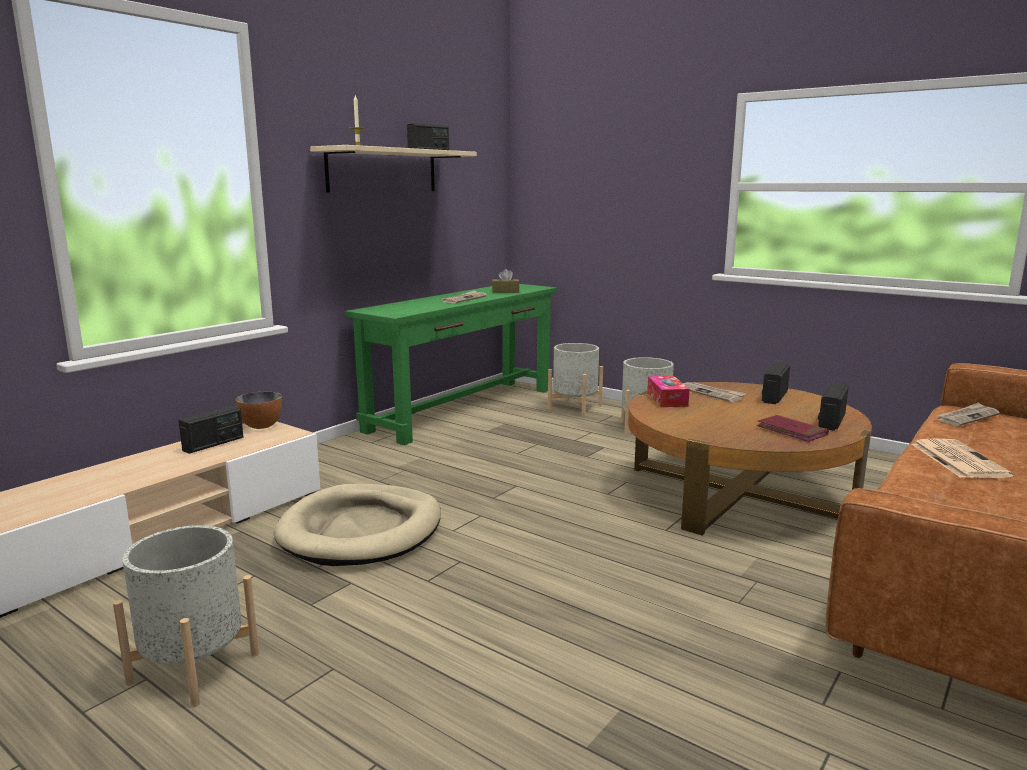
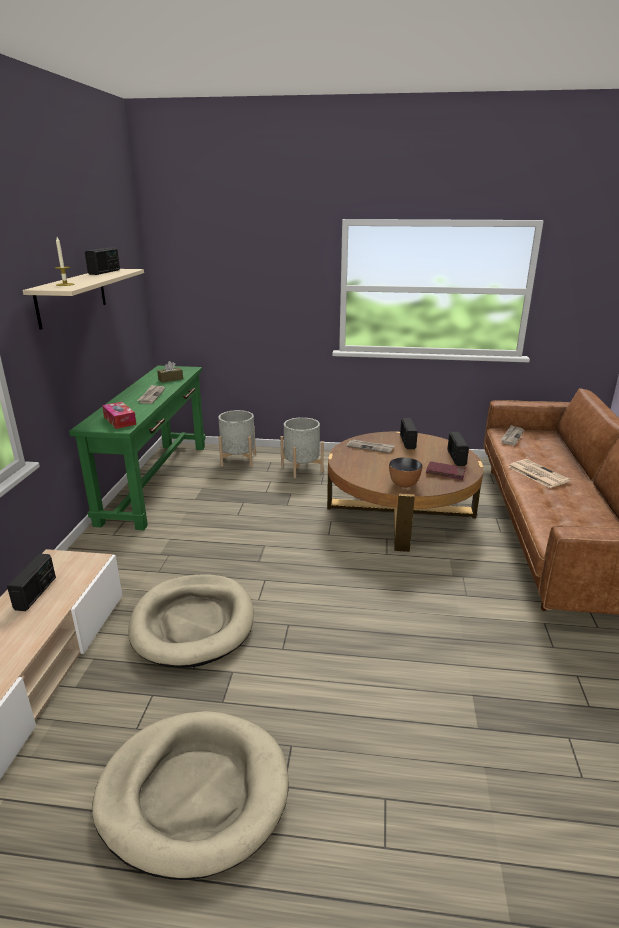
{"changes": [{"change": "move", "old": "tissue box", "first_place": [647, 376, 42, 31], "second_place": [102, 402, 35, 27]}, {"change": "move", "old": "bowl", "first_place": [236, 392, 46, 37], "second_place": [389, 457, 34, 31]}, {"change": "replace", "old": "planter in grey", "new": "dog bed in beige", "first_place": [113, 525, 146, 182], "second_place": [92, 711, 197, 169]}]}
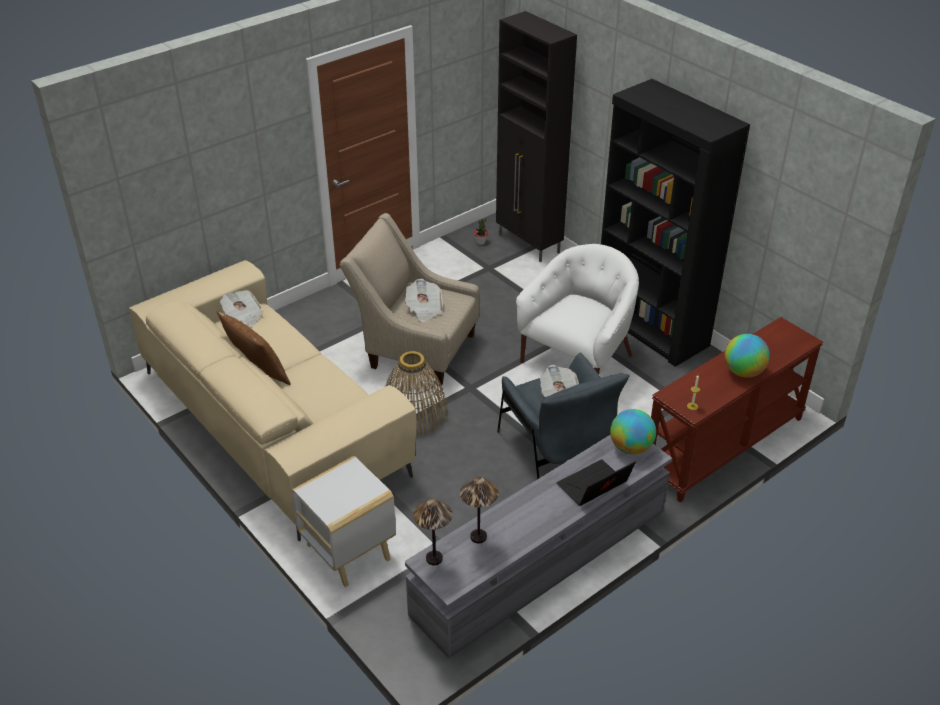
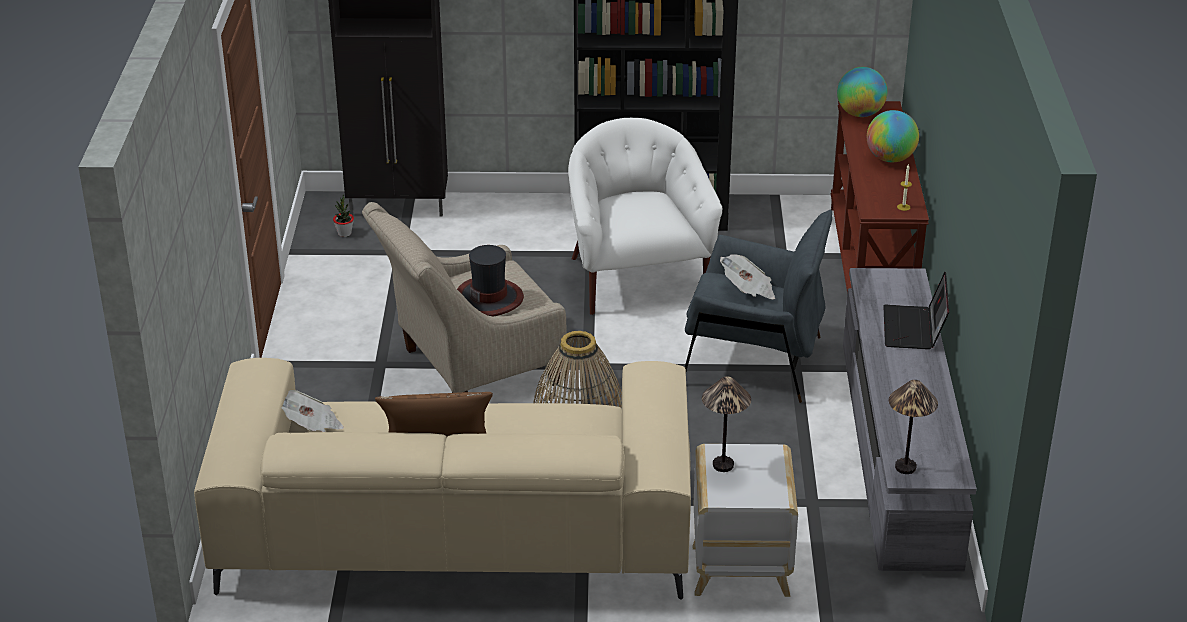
{"changes": [{"change": "replace", "old": "newspaper", "new": "hat", "first_place": [405, 279, 38, 43], "second_place": [457, 245, 67, 72]}, {"change": "move", "old": "globe", "first_place": [610, 409, 46, 45], "second_place": [837, 67, 51, 50]}, {"change": "move", "old": "table lamp", "first_place": [460, 477, 38, 67], "second_place": [702, 377, 49, 95]}]}
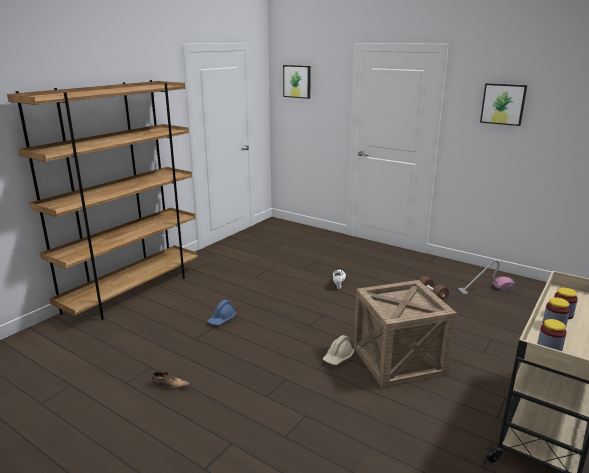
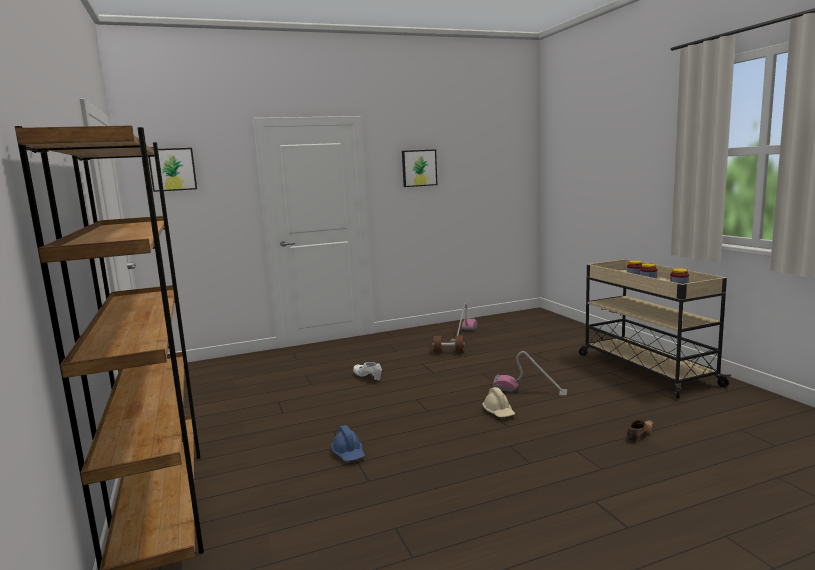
{"changes": [{"change": "replace", "old": "crate", "new": "vacuum cleaner", "first_place": [353, 280, 104, 109], "second_place": [493, 351, 74, 45]}, {"change": "move", "old": "shoe", "first_place": [152, 372, 38, 18], "second_place": [627, 420, 27, 22]}]}
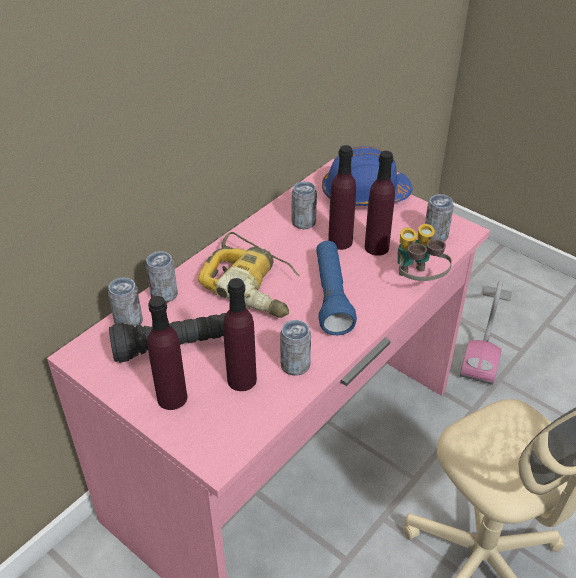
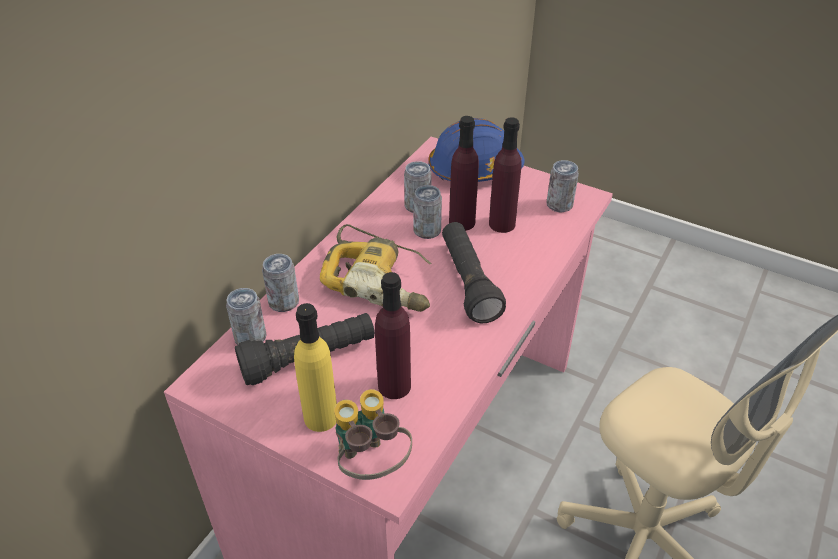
{"changes": [{"change": "move", "old": "binoculars", "first_place": [397, 224, 55, 57], "second_place": [334, 389, 78, 91]}, {"change": "recolor", "old": "flashlight in blue", "new": "flashlight in black", "first_place": [316, 241, 41, 94], "second_place": [442, 222, 64, 102]}, {"change": "delete", "old": "vacuum cleaner", "first_place": [460, 281, 52, 104]}, {"change": "recolor", "old": "bottle in purple", "new": "bottle in yellow", "first_place": [148, 296, 39, 114], "second_place": [294, 303, 43, 129]}, {"change": "move", "old": "can", "first_place": [280, 320, 31, 56], "second_place": [413, 185, 29, 54]}]}
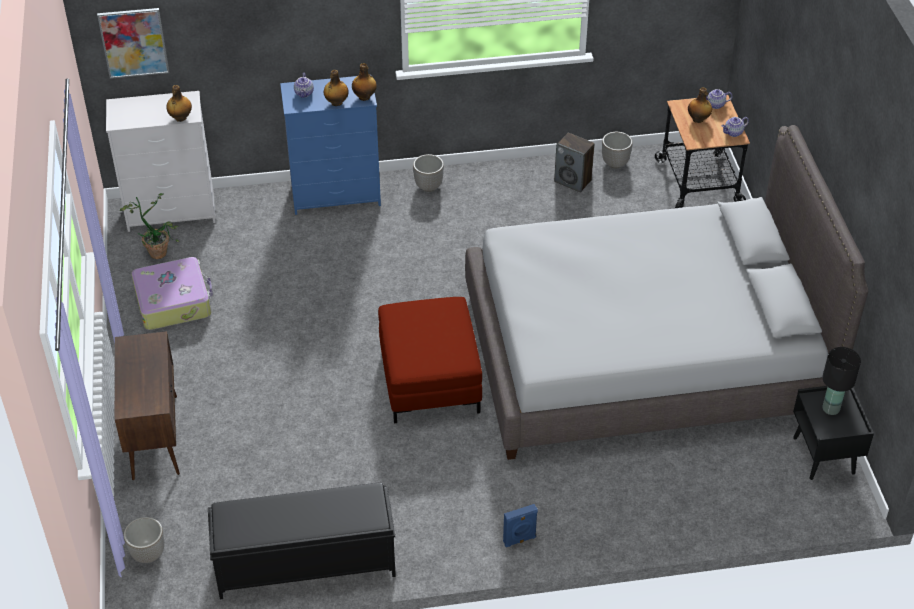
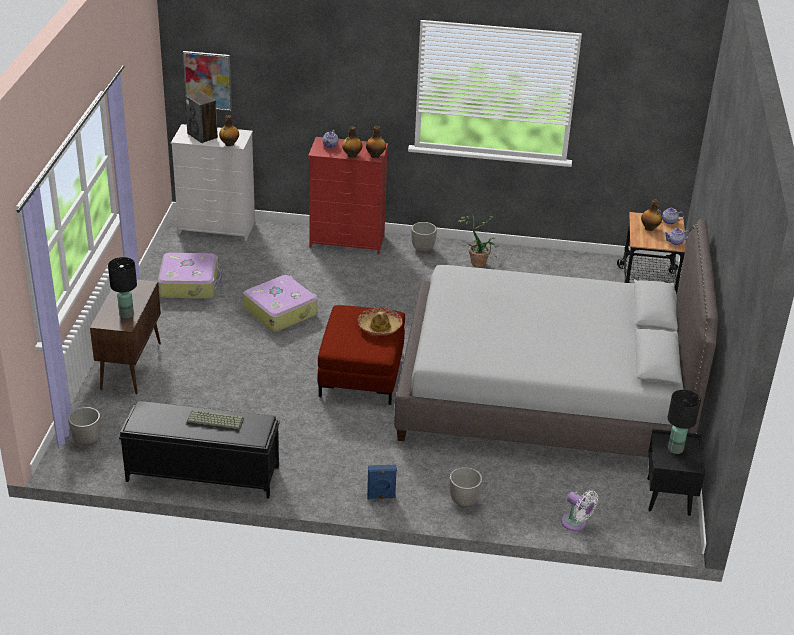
{"changes": [{"change": "recolor", "old": "dresser in blue", "new": "dresser in red", "first_place": [280, 76, 101, 139], "second_place": [308, 137, 80, 117]}, {"change": "move", "old": "planter", "first_place": [602, 132, 31, 37], "second_place": [450, 467, 33, 40]}, {"change": "move", "old": "speaker", "first_place": [554, 133, 41, 60], "second_place": [185, 91, 33, 52]}, {"change": "move", "old": "potted plant", "first_place": [120, 193, 59, 66], "second_place": [458, 215, 41, 53]}, {"change": "insert", "new": "table lamp in black", "second_place": [108, 257, 29, 62]}, {"change": "insert", "new": "suitcase", "second_place": [243, 275, 75, 57]}, {"change": "insert", "new": "hat", "second_place": [358, 307, 44, 28]}, {"change": "insert", "new": "keyboard", "second_place": [186, 410, 58, 21]}, {"change": "insert", "new": "fan in white", "second_place": [561, 490, 37, 41]}]}
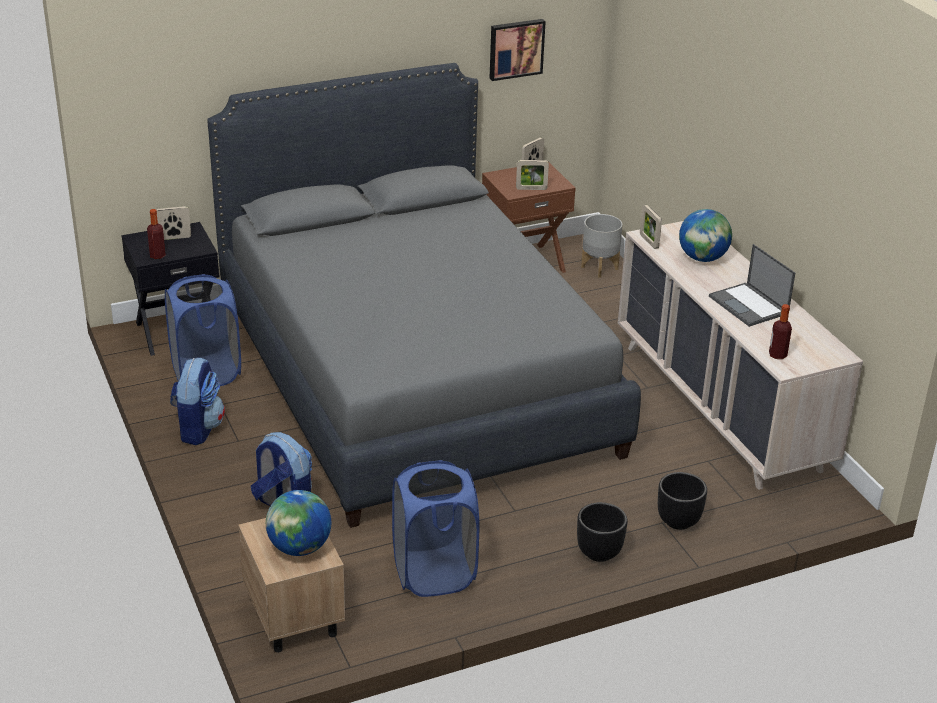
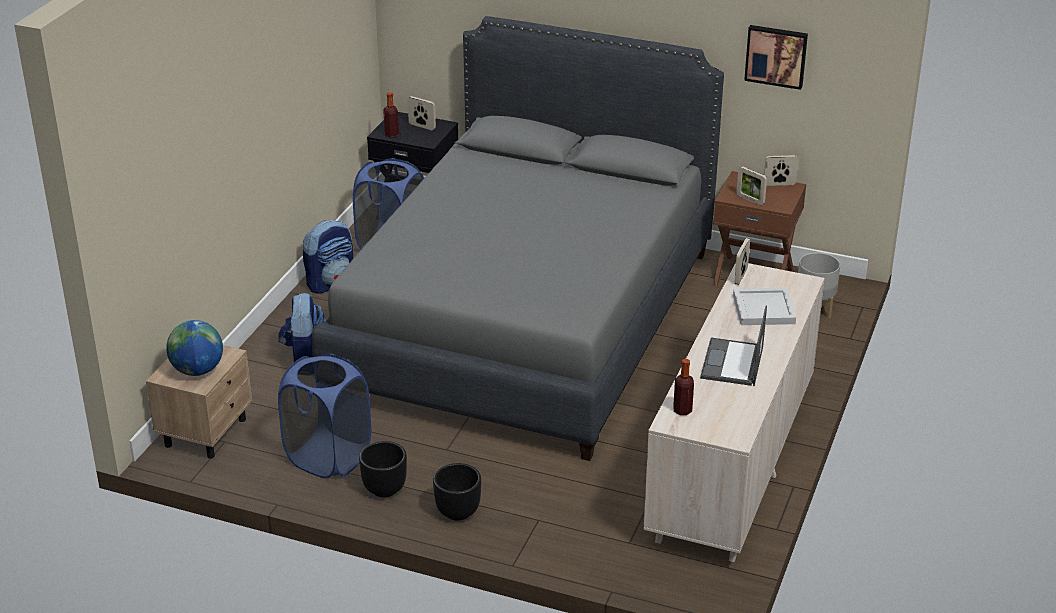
{"changes": [{"change": "replace", "old": "globe", "new": "tray in white", "first_place": [679, 209, 53, 53], "second_place": [733, 288, 63, 37]}, {"change": "move", "old": "planter in black", "first_place": [658, 472, 49, 58], "second_place": [359, 441, 48, 56]}]}
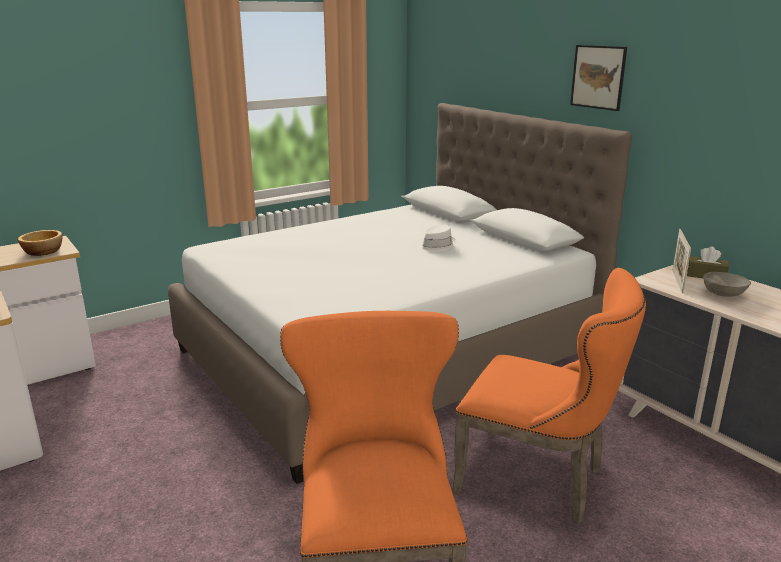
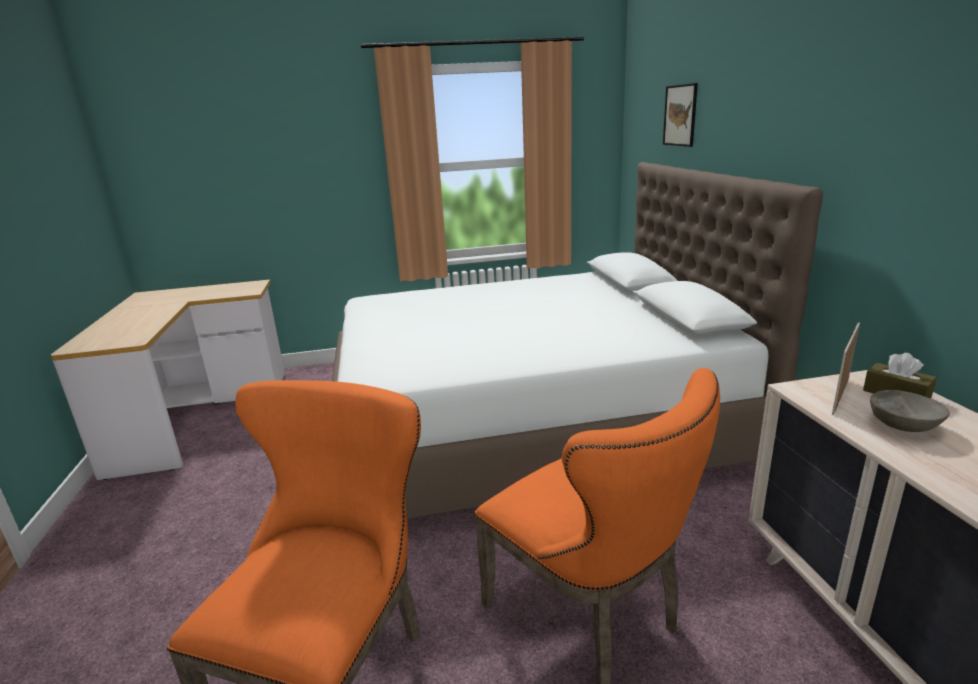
{"changes": [{"change": "move", "old": "picture", "first_place": [570, 45, 57, 66], "second_place": [663, 83, 35, 64]}, {"change": "delete", "old": "hat in white", "first_place": [418, 225, 38, 28]}, {"change": "delete", "old": "bowl", "first_place": [18, 230, 44, 26]}]}
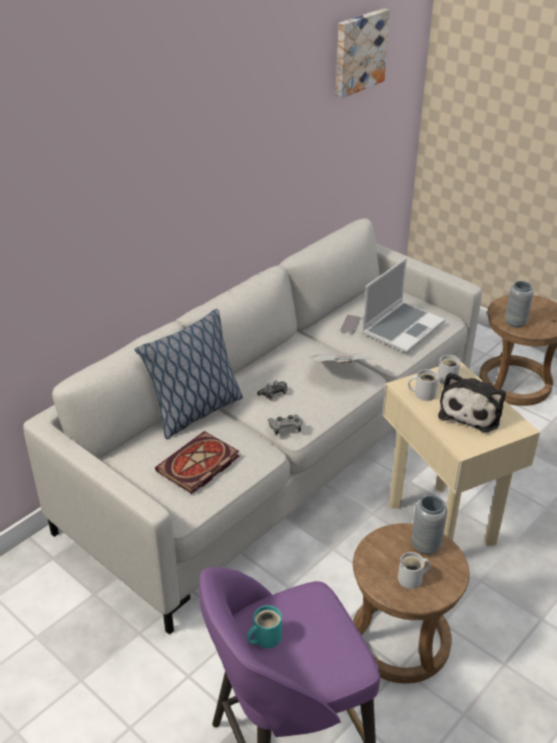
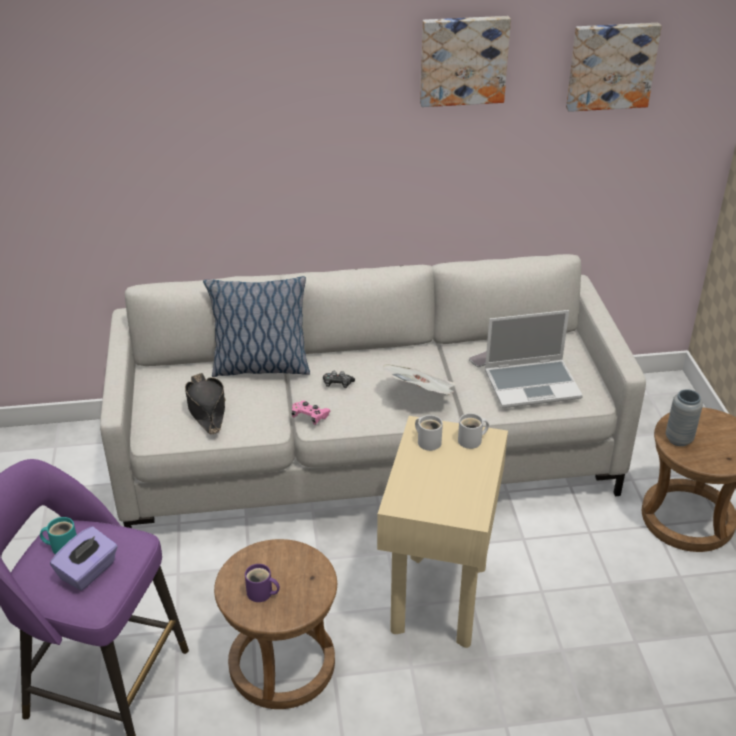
{"changes": [{"change": "delete", "old": "plush toy", "first_place": [438, 372, 68, 60]}, {"change": "recolor", "old": "game controller in grey", "new": "game controller in pink", "first_place": [267, 414, 36, 21], "second_place": [291, 400, 40, 25]}, {"change": "replace", "old": "book", "new": "hat in black", "first_place": [155, 431, 84, 63], "second_place": [185, 373, 41, 61]}, {"change": "delete", "old": "vase in grey", "first_place": [411, 495, 36, 60]}, {"change": "recolor", "old": "mug in white", "new": "mug in purple", "first_place": [398, 552, 33, 37], "second_place": [245, 564, 35, 38]}, {"change": "insert", "new": "picture", "second_place": [420, 16, 91, 91]}, {"change": "insert", "new": "tissue box in purple", "second_place": [50, 526, 68, 65]}]}
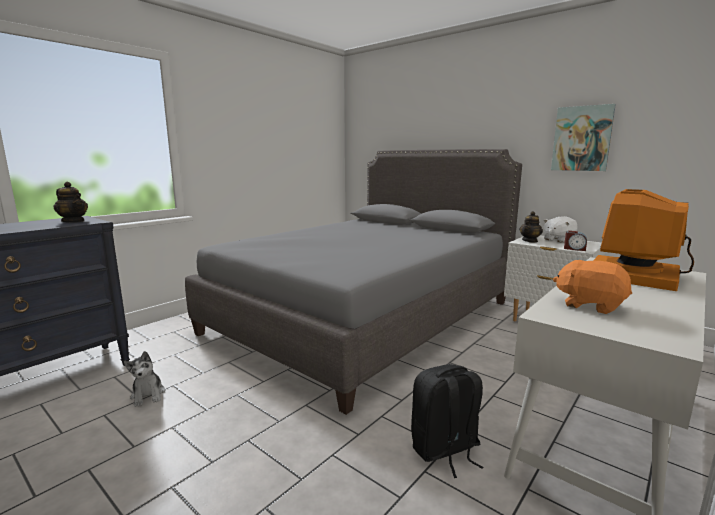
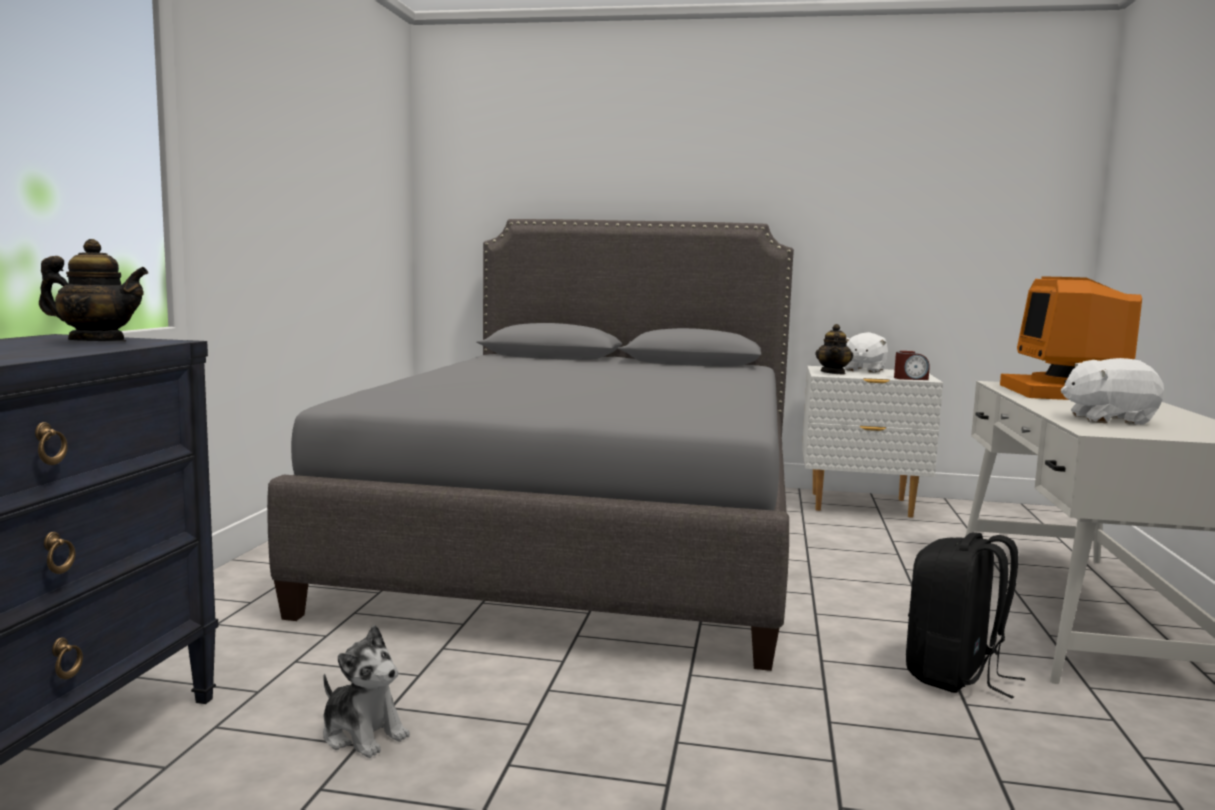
{"changes": [{"change": "delete", "old": "picture", "first_place": [551, 104, 65, 67]}, {"change": "recolor", "old": "plush toy in orange", "new": "plush toy in white", "first_place": [553, 260, 79, 54], "second_place": [1061, 358, 103, 67]}]}
